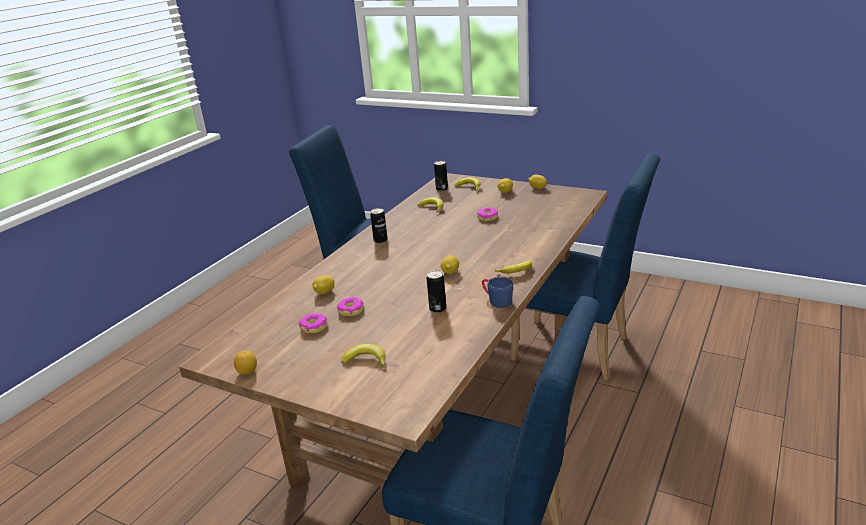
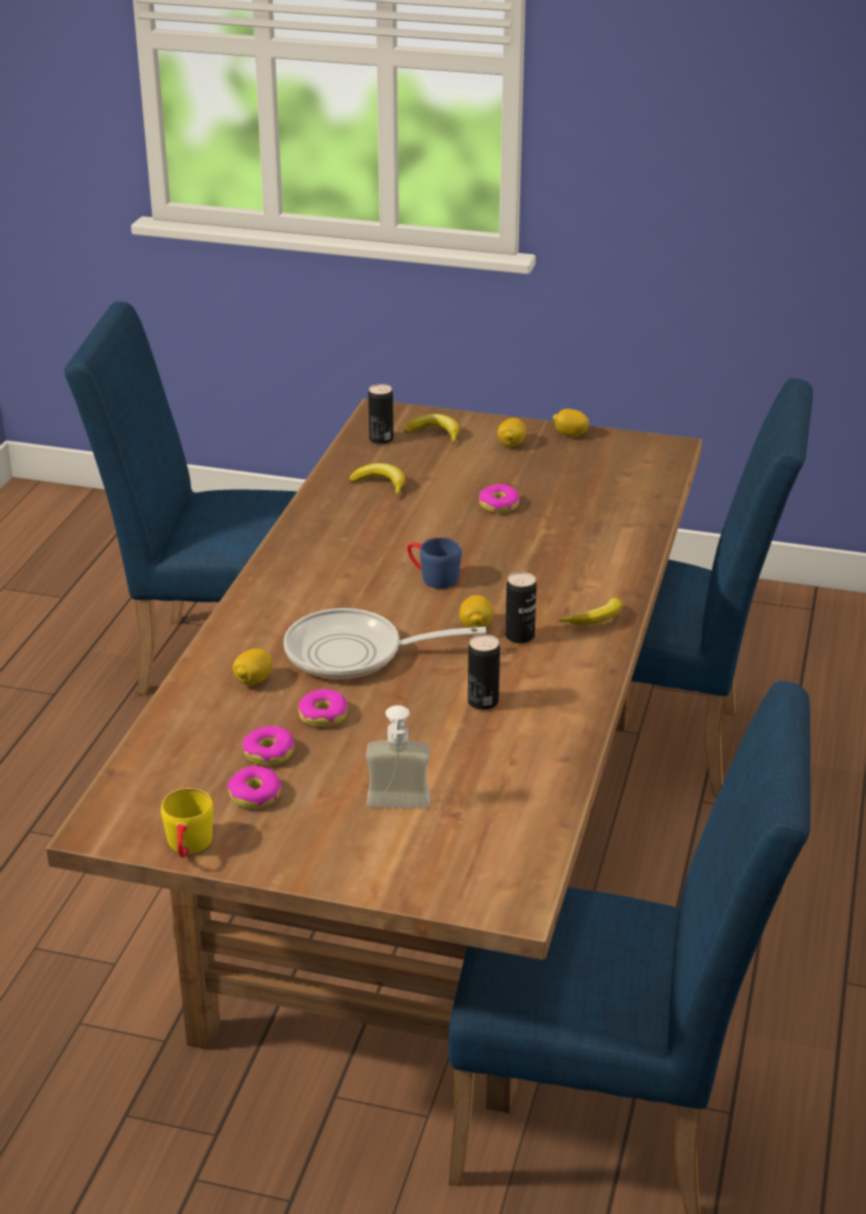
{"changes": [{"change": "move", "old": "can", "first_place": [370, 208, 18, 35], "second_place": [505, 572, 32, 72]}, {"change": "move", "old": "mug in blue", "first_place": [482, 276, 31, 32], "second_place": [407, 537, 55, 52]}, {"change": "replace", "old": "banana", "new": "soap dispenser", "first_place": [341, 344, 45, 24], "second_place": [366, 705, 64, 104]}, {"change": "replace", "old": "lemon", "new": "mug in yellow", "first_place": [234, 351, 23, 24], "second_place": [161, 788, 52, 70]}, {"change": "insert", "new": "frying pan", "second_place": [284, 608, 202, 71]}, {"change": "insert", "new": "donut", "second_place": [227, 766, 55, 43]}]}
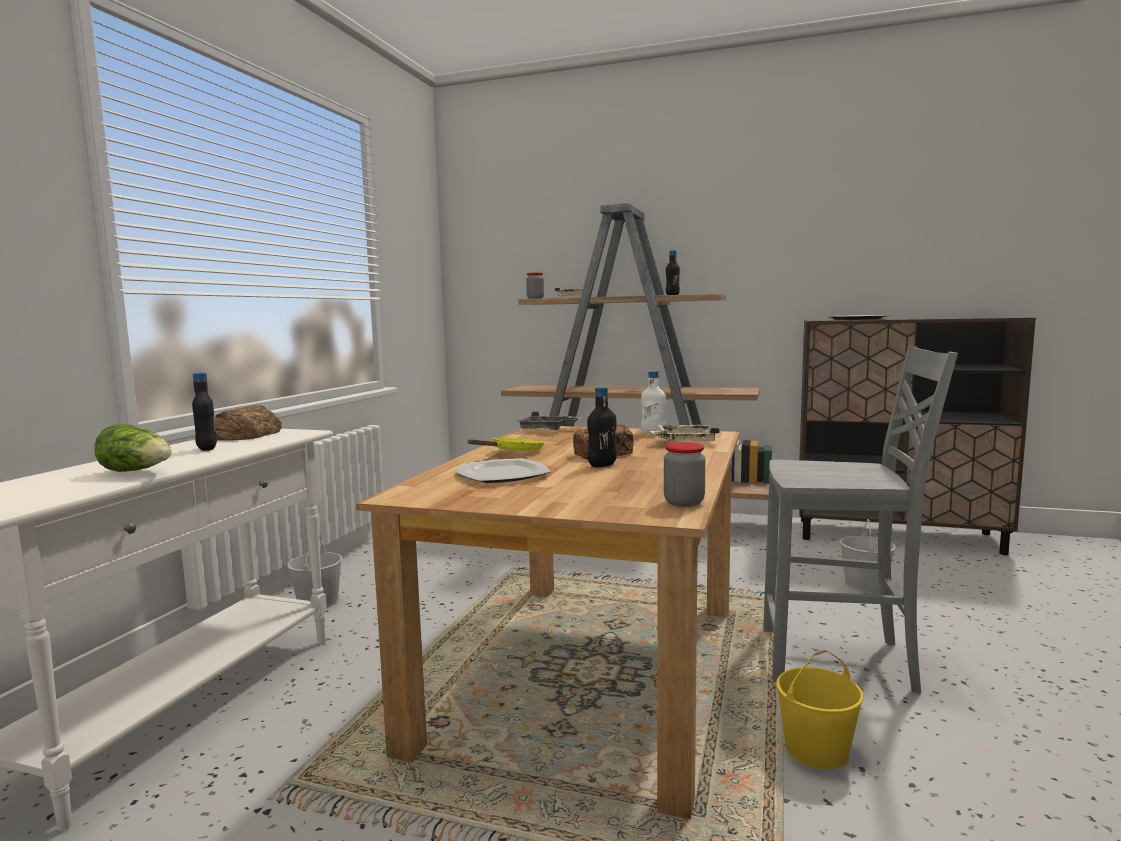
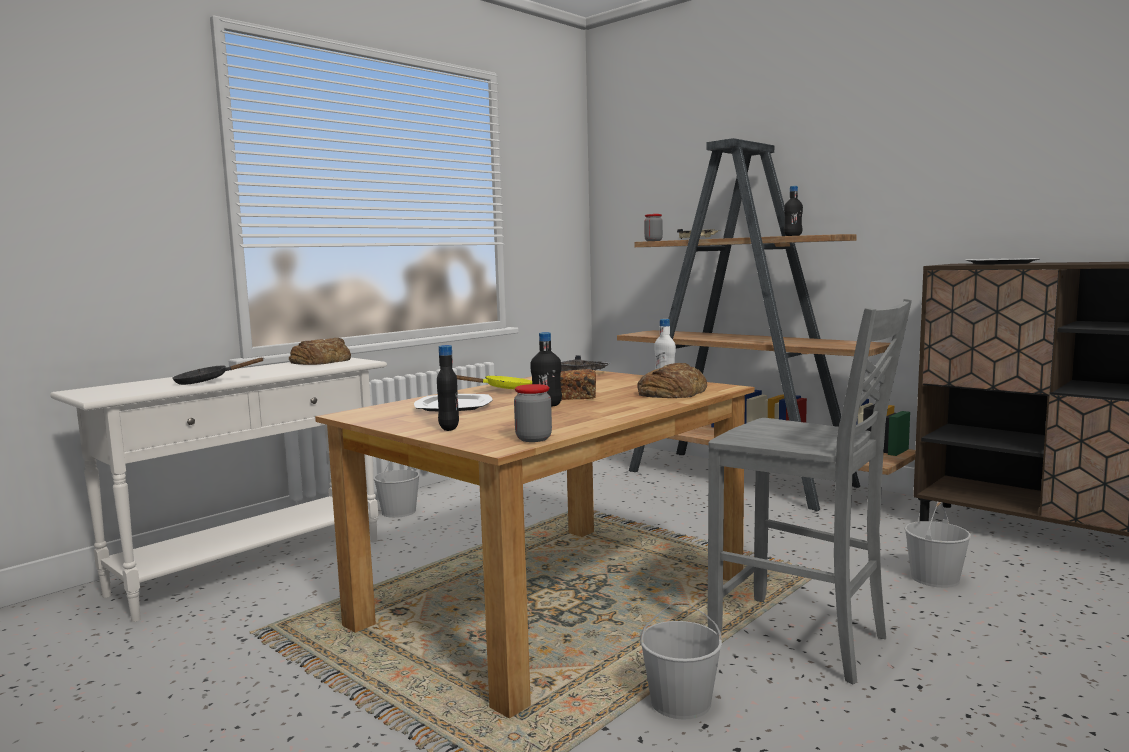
{"changes": [{"change": "move", "old": "bottle in black", "first_place": [192, 372, 25, 79], "second_place": [437, 345, 22, 86]}, {"change": "replace", "old": "lettuce", "new": "frying pan in black", "first_place": [94, 424, 78, 48], "second_place": [172, 357, 92, 28]}, {"change": "replace", "old": "tray in beige", "new": "bread", "first_place": [650, 425, 70, 16], "second_place": [638, 363, 69, 35]}, {"change": "recolor", "old": "bucket in yellow", "new": "bucket in white", "first_place": [776, 650, 87, 120], "second_place": [640, 602, 82, 118]}]}
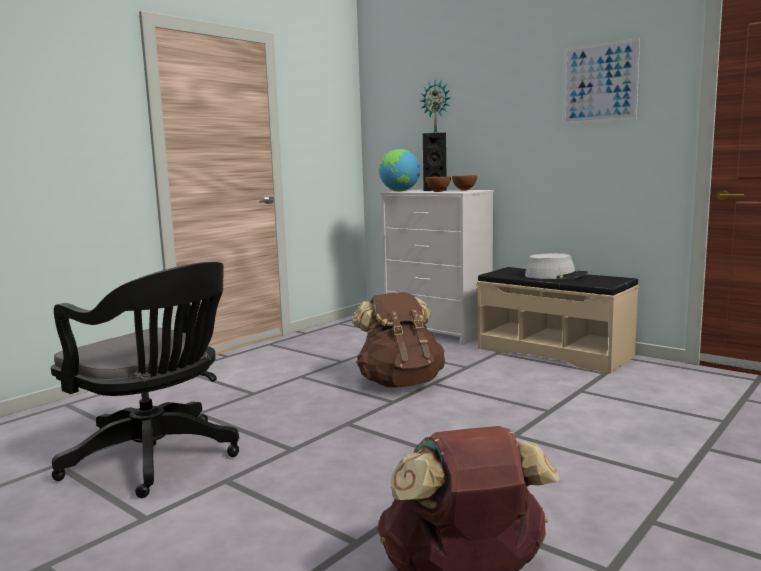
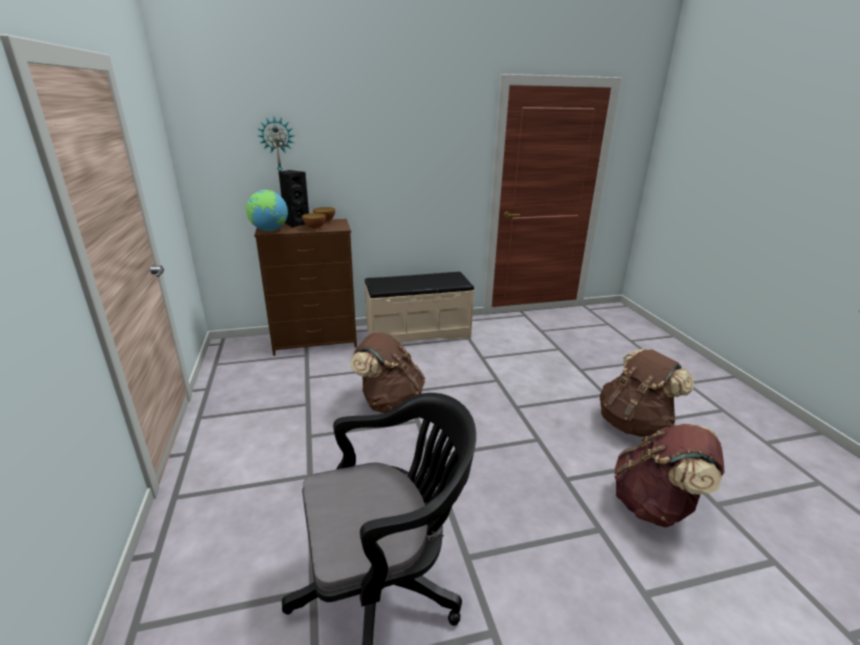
{"changes": [{"change": "delete", "old": "picture", "first_place": [563, 38, 77, 86]}, {"change": "recolor", "old": "dresser in white", "new": "dresser in brown", "first_place": [381, 190, 113, 154], "second_place": [254, 219, 103, 137]}, {"change": "delete", "old": "hat in grey", "first_place": [525, 253, 63, 26]}, {"change": "insert", "new": "backpack in brown", "second_place": [600, 349, 94, 88]}]}
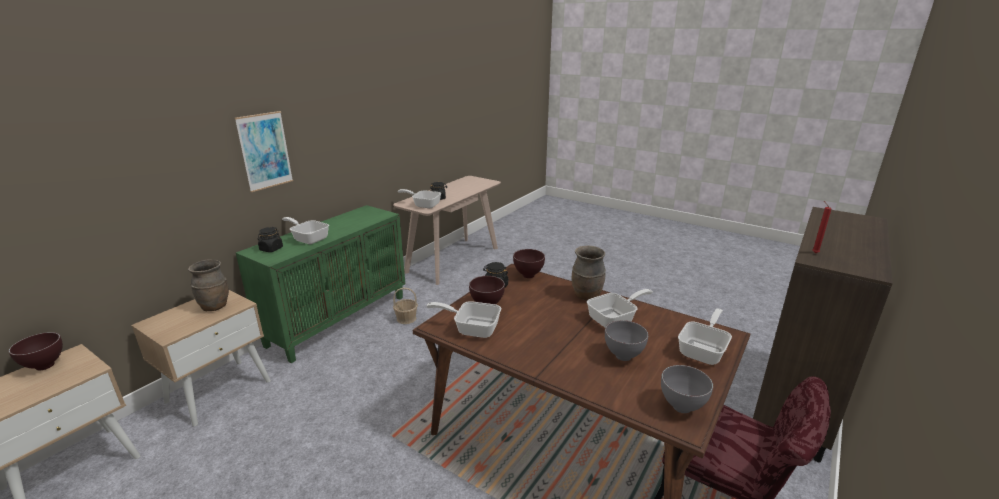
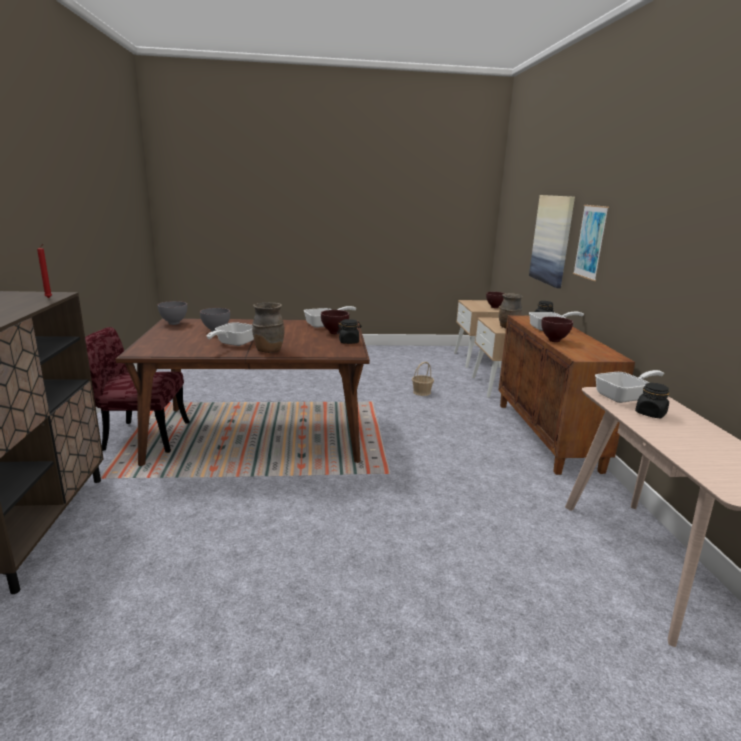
{"changes": [{"change": "recolor", "old": "cabinet in green", "new": "cabinet in brown", "first_place": [236, 205, 169, 158], "second_place": [498, 315, 137, 160]}, {"change": "move", "old": "bowl in brown", "first_place": [513, 249, 32, 29], "second_place": [541, 317, 32, 25]}, {"change": "move", "old": "basket", "first_place": [393, 288, 25, 36], "second_place": [412, 362, 22, 34]}, {"change": "delete", "old": "frying pan", "first_place": [678, 309, 54, 56]}, {"change": "insert", "new": "picture", "second_place": [529, 195, 46, 93]}]}
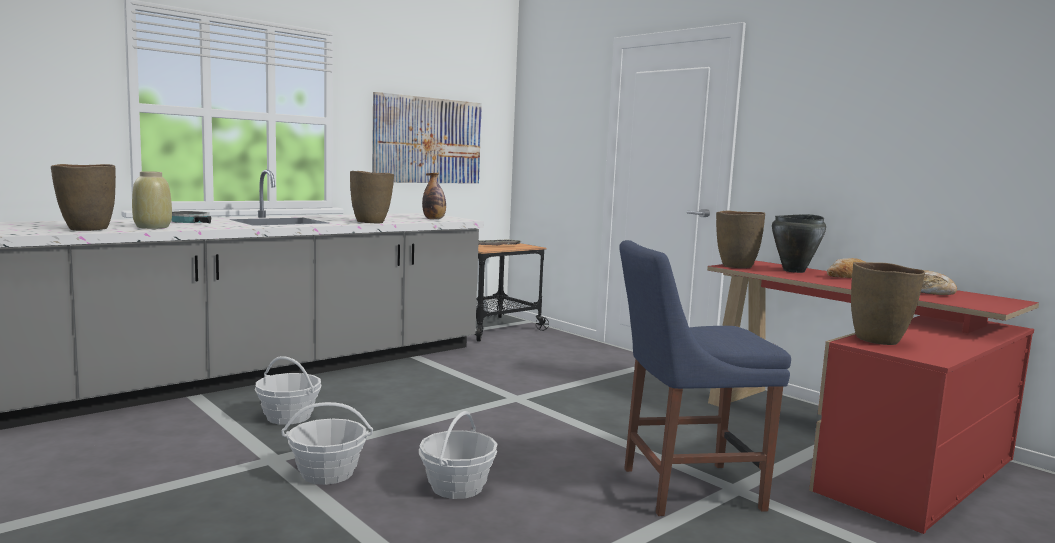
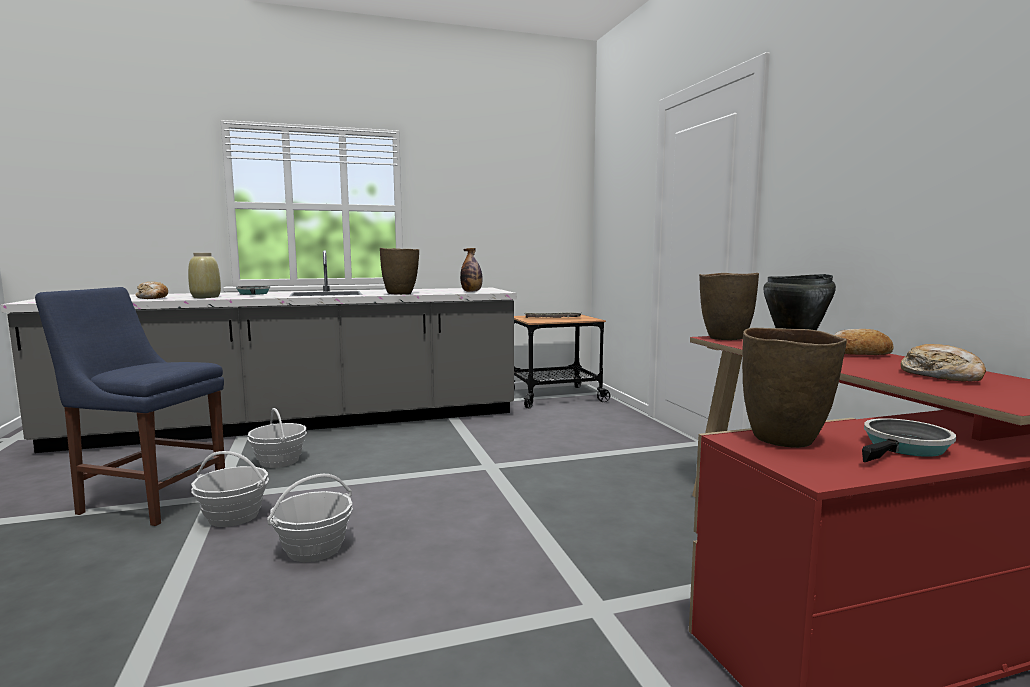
{"changes": [{"change": "delete", "old": "picture", "first_place": [372, 92, 110, 92]}, {"change": "replace", "old": "vase in brown", "new": "bread", "first_place": [51, 164, 65, 67], "second_place": [135, 282, 33, 17]}, {"change": "move", "old": "chair in blue", "first_place": [619, 240, 172, 276], "second_place": [35, 287, 190, 239]}, {"change": "insert", "new": "frying pan", "second_place": [862, 418, 94, 44]}]}
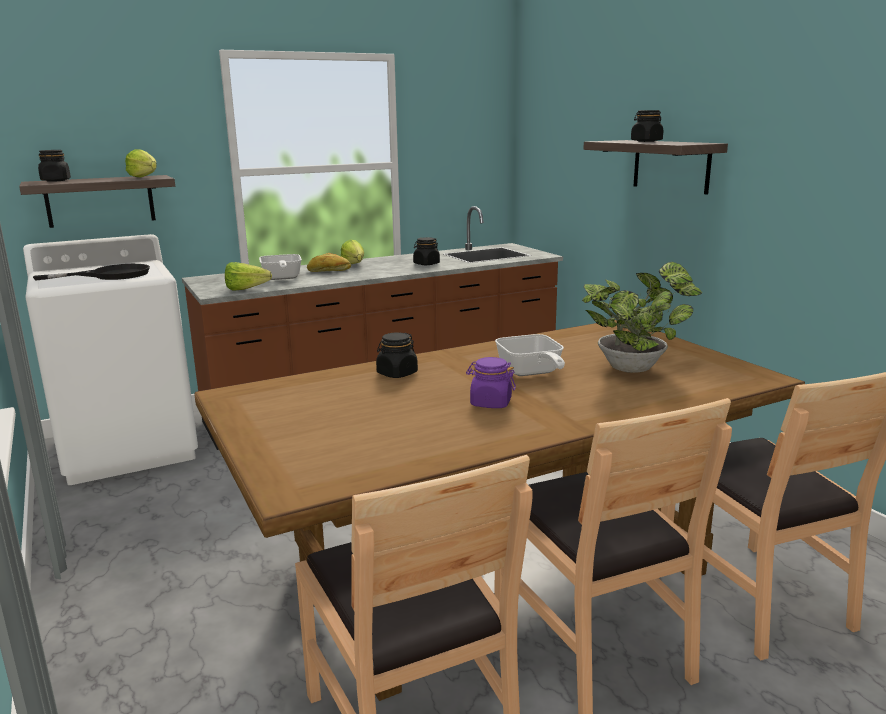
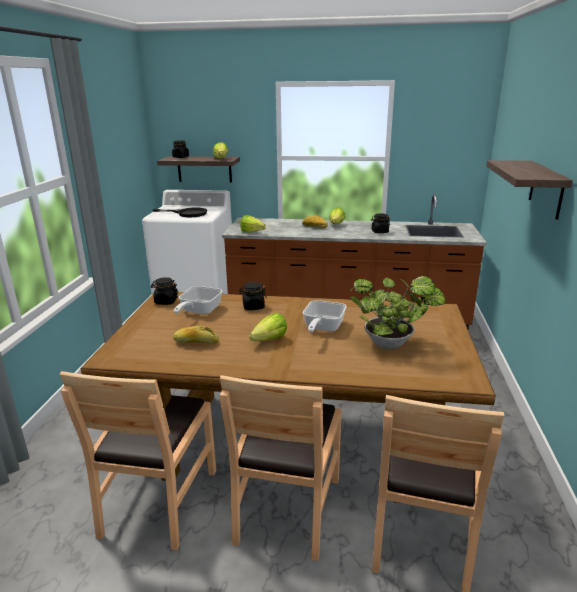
{"changes": [{"change": "move", "old": "jar in black", "first_place": [631, 110, 32, 32], "second_place": [151, 277, 27, 28]}, {"change": "move", "old": "frying pan", "first_place": [259, 254, 43, 26], "second_place": [174, 286, 49, 29]}, {"change": "replace", "old": "jar in purple", "new": "lettuce", "first_place": [466, 357, 50, 51], "second_place": [249, 313, 38, 28]}, {"change": "insert", "new": "bread", "second_place": [173, 326, 46, 18]}]}
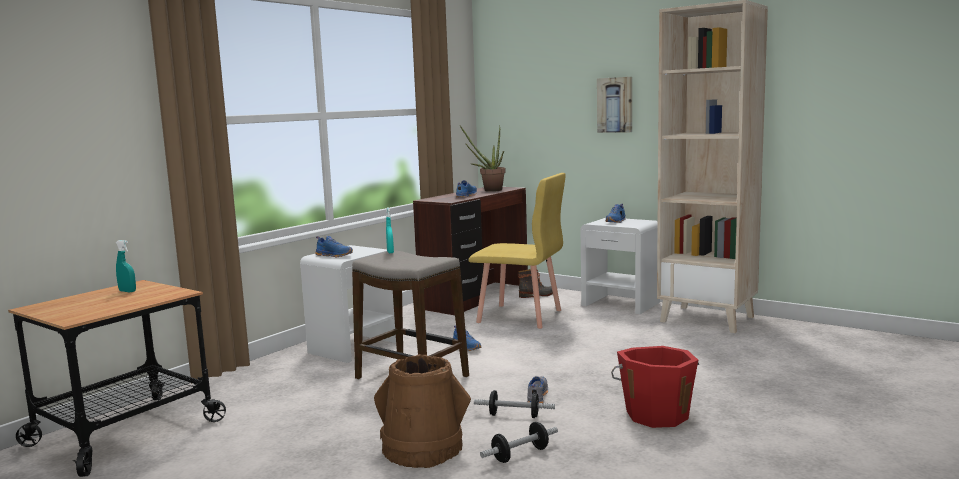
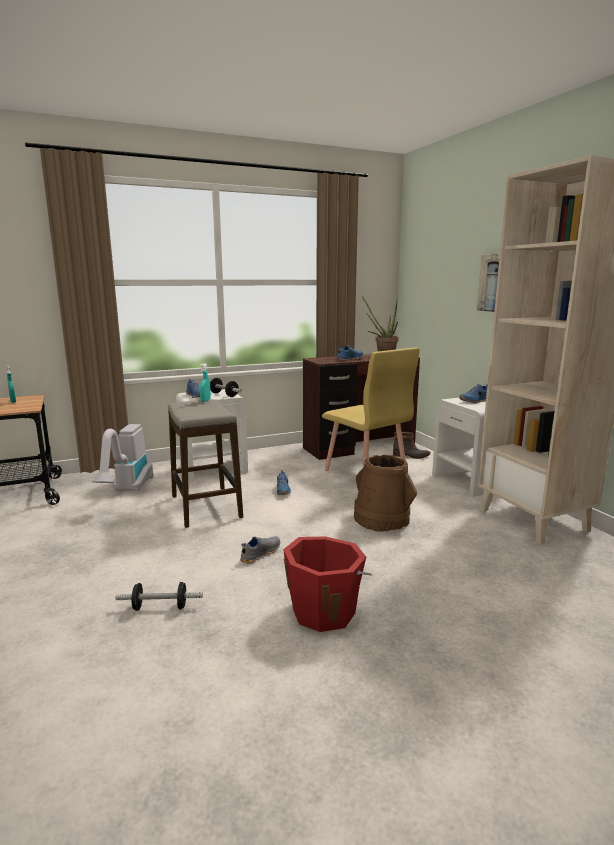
{"changes": [{"change": "move", "old": "bucket in brown", "first_place": [374, 354, 97, 114], "second_place": [354, 455, 63, 77]}, {"change": "move", "old": "dumbbell", "first_place": [474, 390, 81, 28], "second_place": [210, 378, 32, 19]}, {"change": "insert", "new": "vacuum cleaner", "second_place": [92, 424, 61, 66]}]}
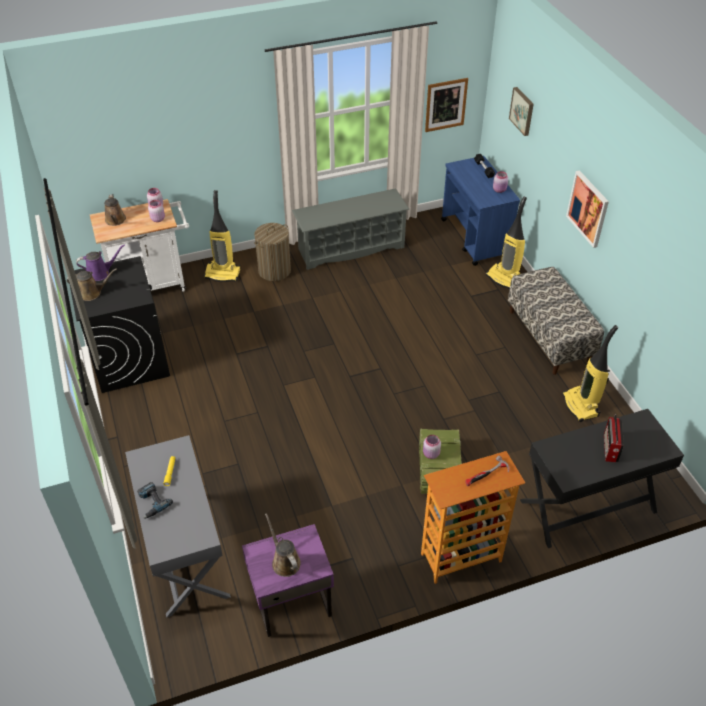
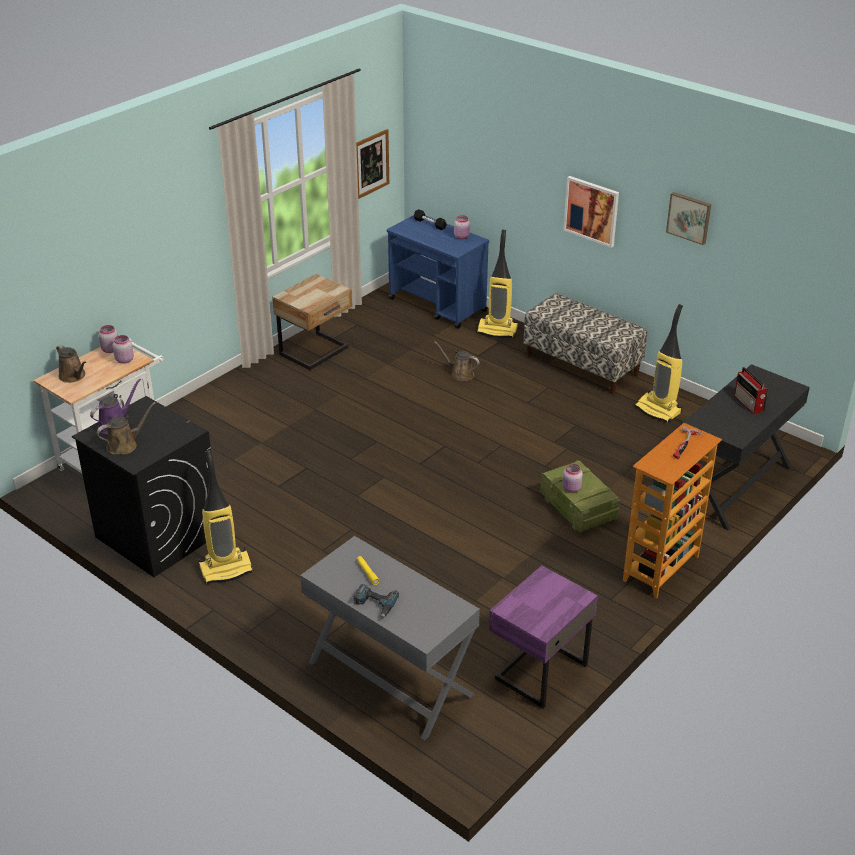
{"changes": [{"change": "move", "old": "picture", "first_place": [509, 87, 25, 49], "second_place": [666, 192, 45, 53]}, {"change": "replace", "old": "shoe rack in grey", "new": "nightstand in beige", "first_place": [292, 188, 117, 82], "second_place": [272, 274, 80, 96]}, {"change": "move", "old": "vacuum cleaner", "first_place": [204, 190, 37, 92], "second_place": [198, 450, 56, 134]}, {"change": "delete", "old": "laundry basket", "first_place": [254, 223, 37, 58]}, {"change": "move", "old": "watering can in brown", "first_place": [265, 513, 36, 64], "second_place": [434, 341, 45, 40]}]}
